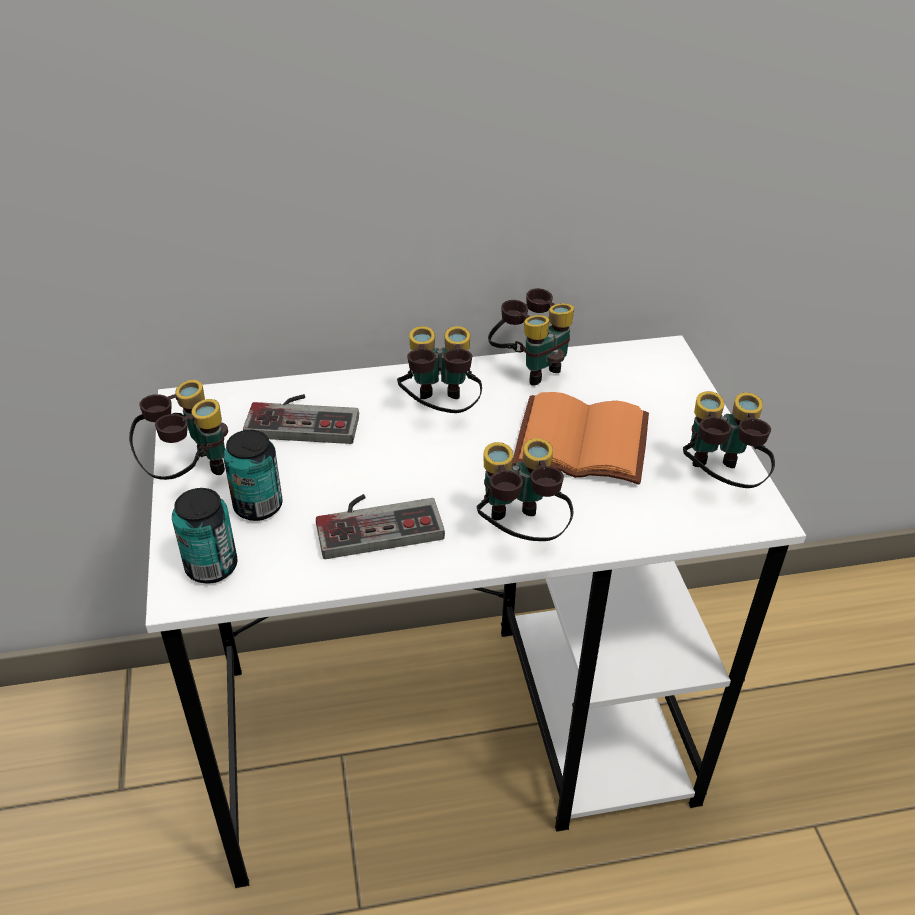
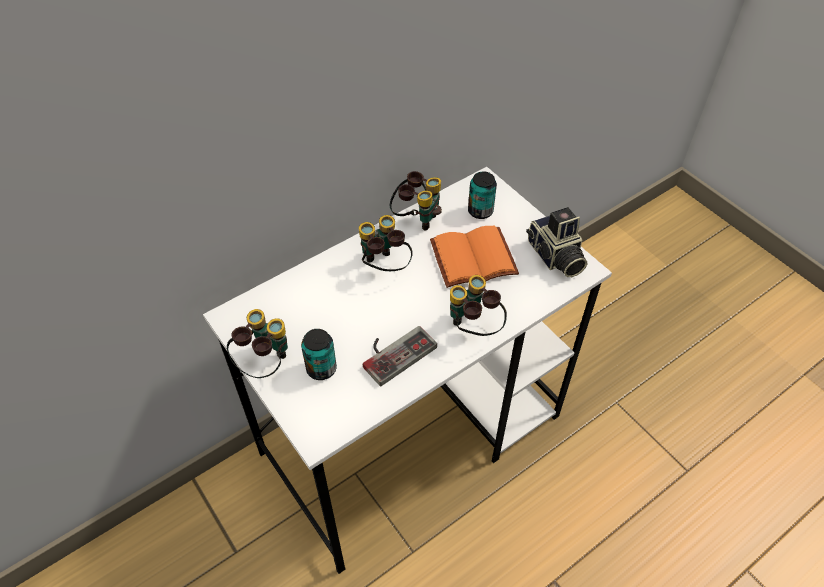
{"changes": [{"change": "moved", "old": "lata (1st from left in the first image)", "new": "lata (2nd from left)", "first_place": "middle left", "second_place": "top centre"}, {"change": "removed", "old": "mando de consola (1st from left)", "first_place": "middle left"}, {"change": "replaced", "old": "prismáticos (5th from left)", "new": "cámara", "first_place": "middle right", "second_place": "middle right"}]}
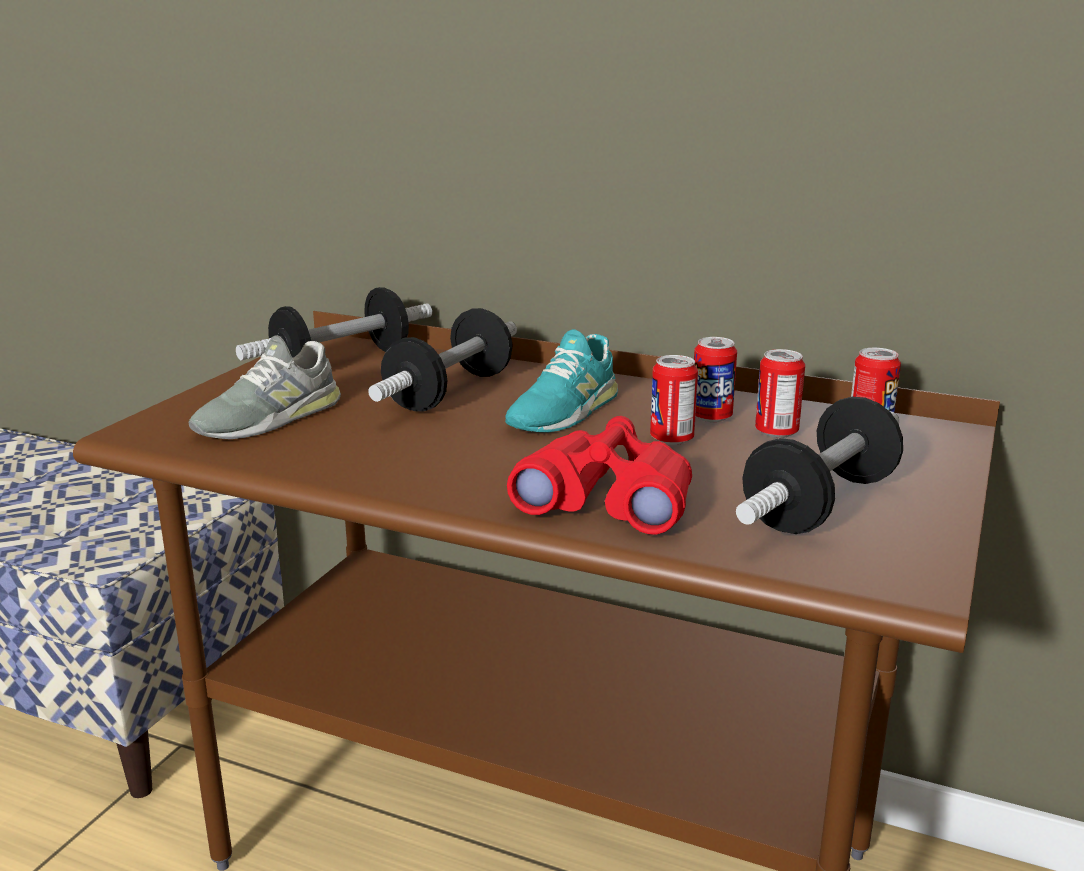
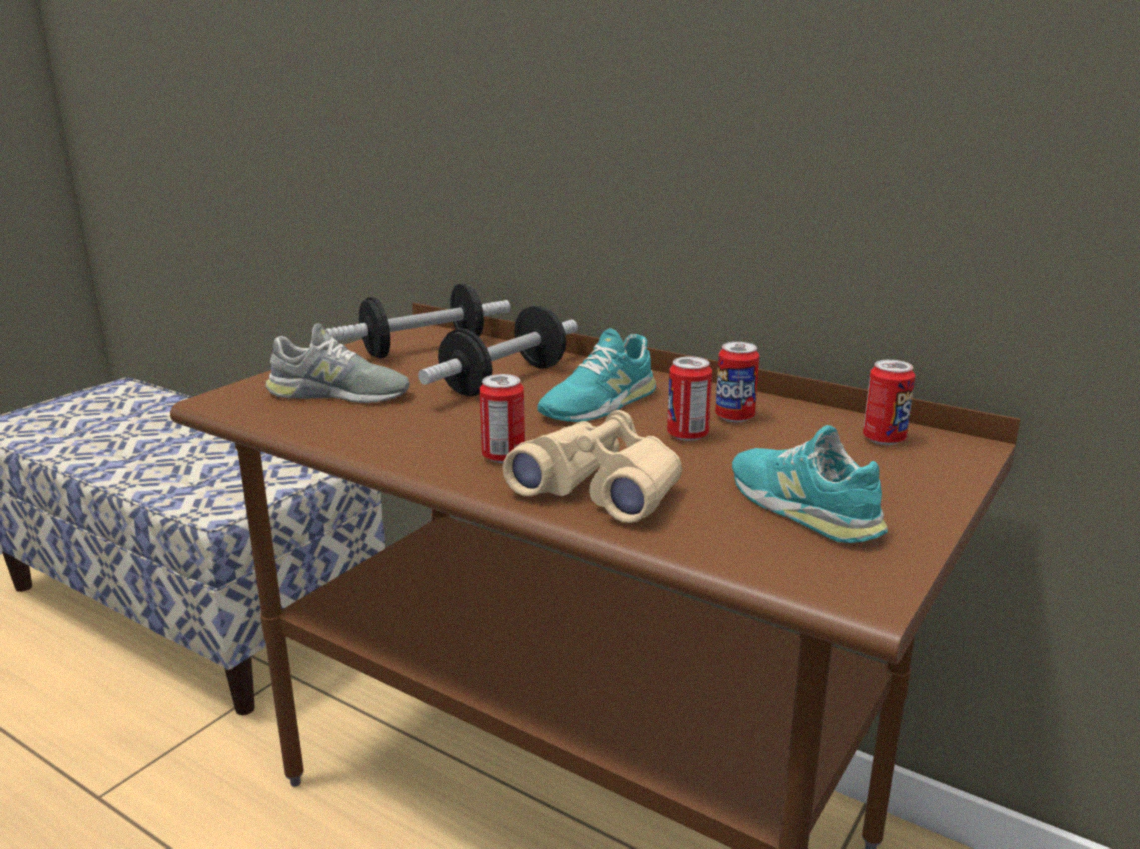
{"changes": [{"change": "turned", "old": "zapato/gris", "first_place": "middle left", "second_place": "middle left", "degrees": -135}, {"change": "recoloured", "old": "prismáticos/rojo", "new": "prismáticos/beis", "first_place": "centre", "second_place": "centre"}, {"change": "replaced", "old": "mancuerna (3rd from left)", "new": "zapato/turquesa (2nd from left)", "first_place": "middle right", "second_place": "middle right"}, {"change": "moved", "old": "lata (3rd from left in the first image)", "new": "lata (1st from left)", "first_place": "middle right", "second_place": "centre"}]}
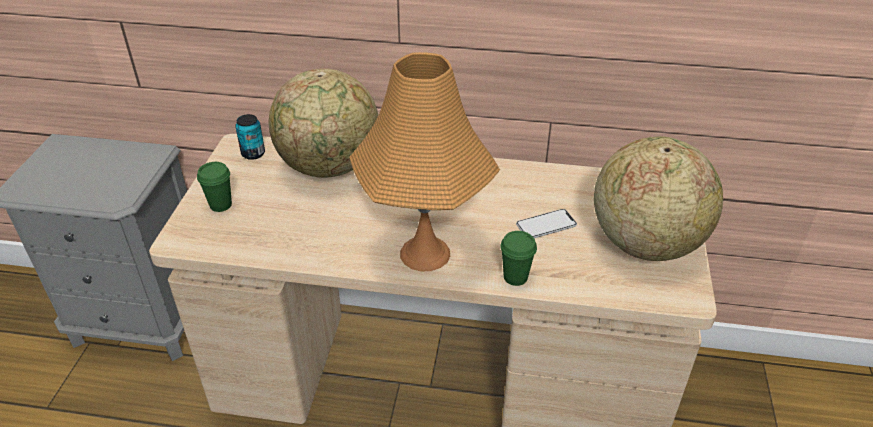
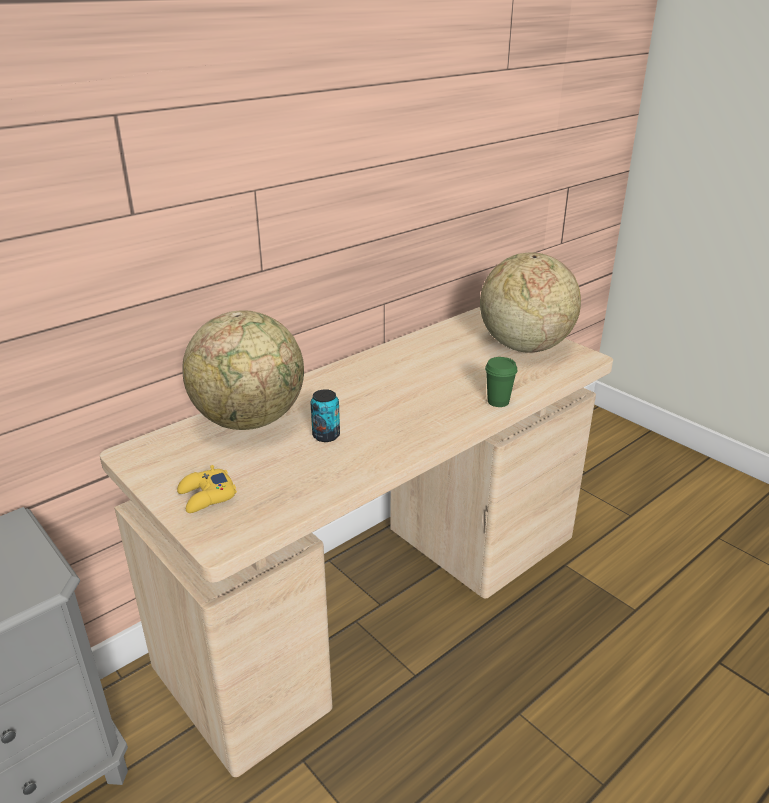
{"changes": [{"change": "replaced", "old": "taza/verde (1st from left)", "new": "mando de consola/amarillo", "first_place": "middle left", "second_place": "middle left"}, {"change": "moved", "old": "lata", "first_place": "top left", "second_place": "centre"}, {"change": "removed", "old": "lámpara de mesa/naranja", "first_place": "centre"}, {"change": "removed", "old": "móvil", "first_place": "centre"}]}
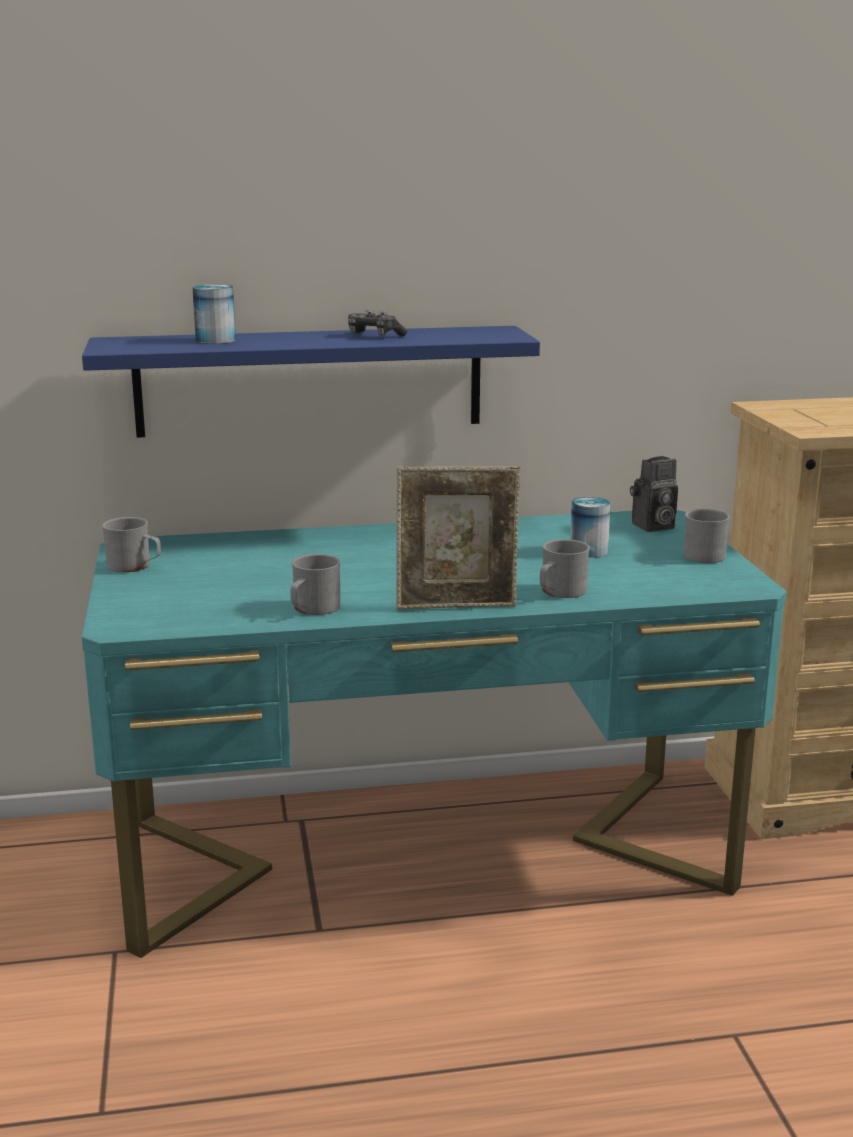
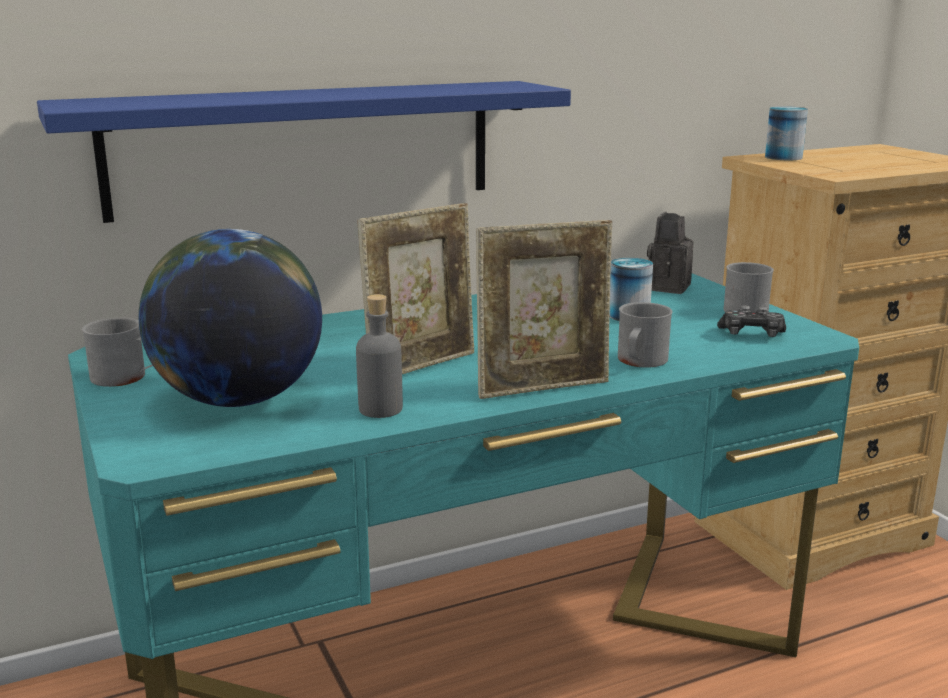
{"changes": [{"change": "moved", "old": "lata (1st from left in the first image)", "new": "lata (2nd from left)", "first_place": "top left", "second_place": "top right"}, {"change": "replaced", "old": "taza grande/gris (2nd from left)", "new": "botella/gris", "first_place": "centre", "second_place": "centre"}, {"change": "moved", "old": "mando de consola", "first_place": "top centre", "second_place": "middle right"}, {"change": "turned", "old": "cámara", "first_place": "middle right", "second_place": "middle right", "degrees": 150}, {"change": "added", "new": "globo terráqueo", "second_place": "middle left"}, {"change": "added", "new": "portarretratos (1st from left)", "second_place": "centre"}]}
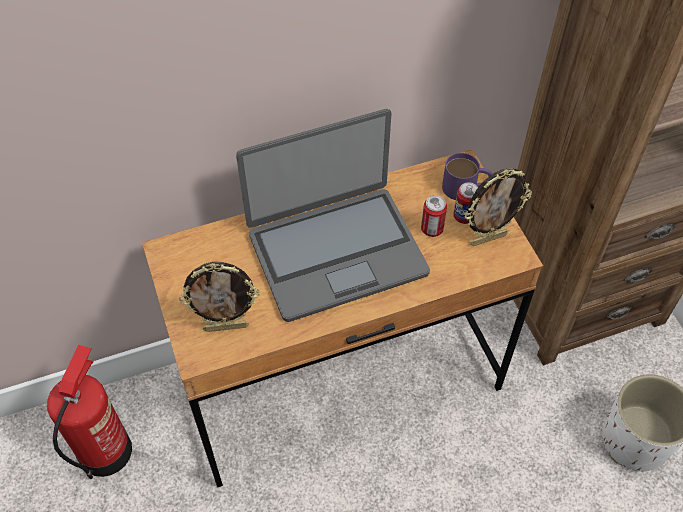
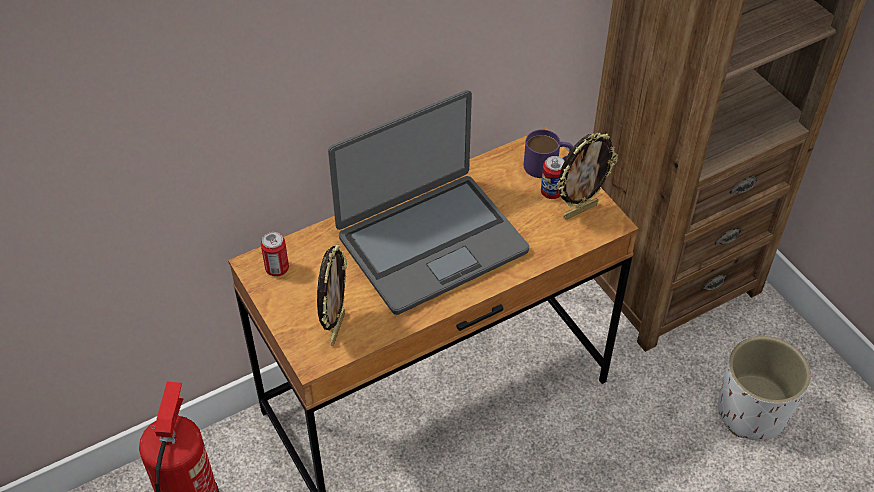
{"changes": [{"change": "turned", "old": "portarretratos (1st from left)", "first_place": "middle left", "second_place": "centre", "degrees": -60}, {"change": "moved", "old": "lata (1st from left)", "first_place": "centre", "second_place": "middle left"}]}
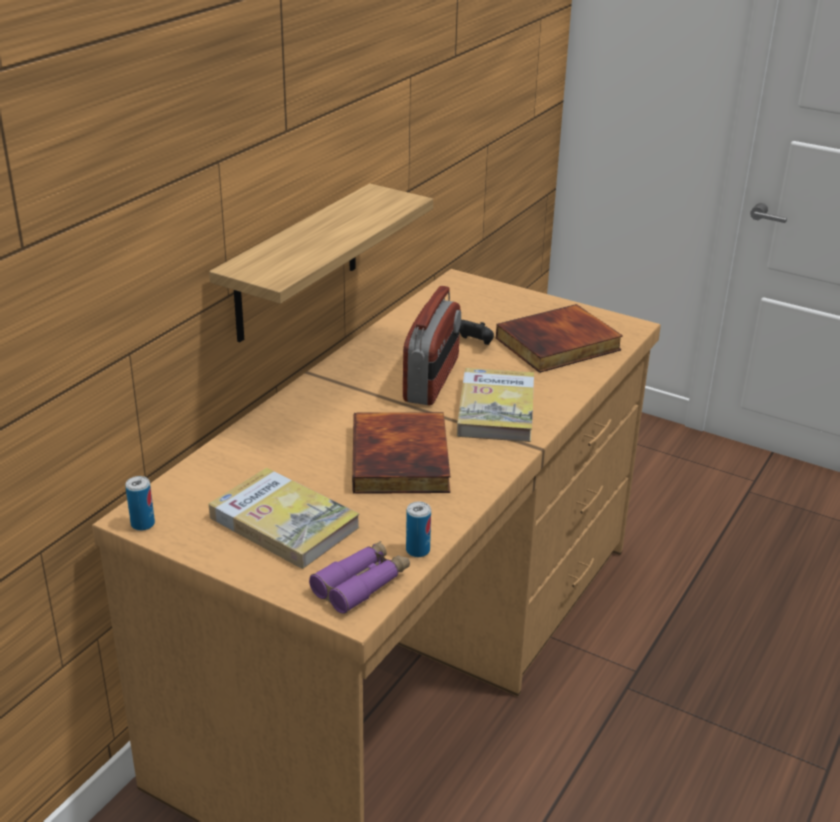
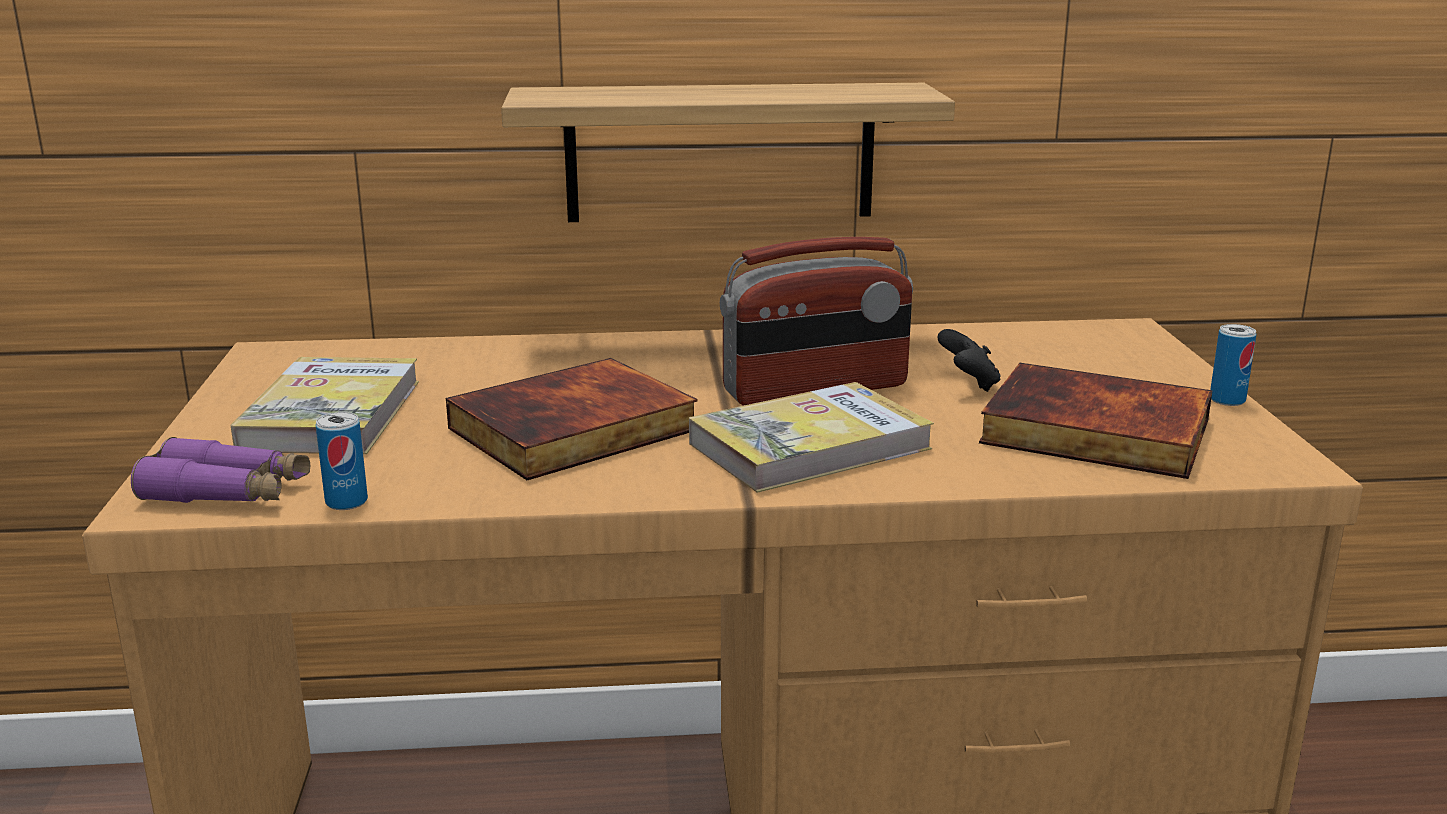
{"changes": [{"change": "moved", "old": "lata (1st from left in the first image)", "new": "lata (2nd from left)", "first_place": "middle left", "second_place": "middle right"}]}
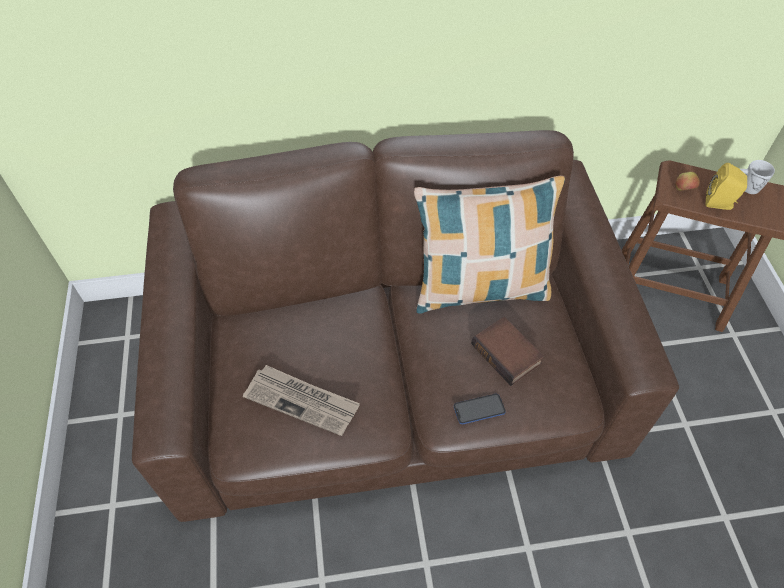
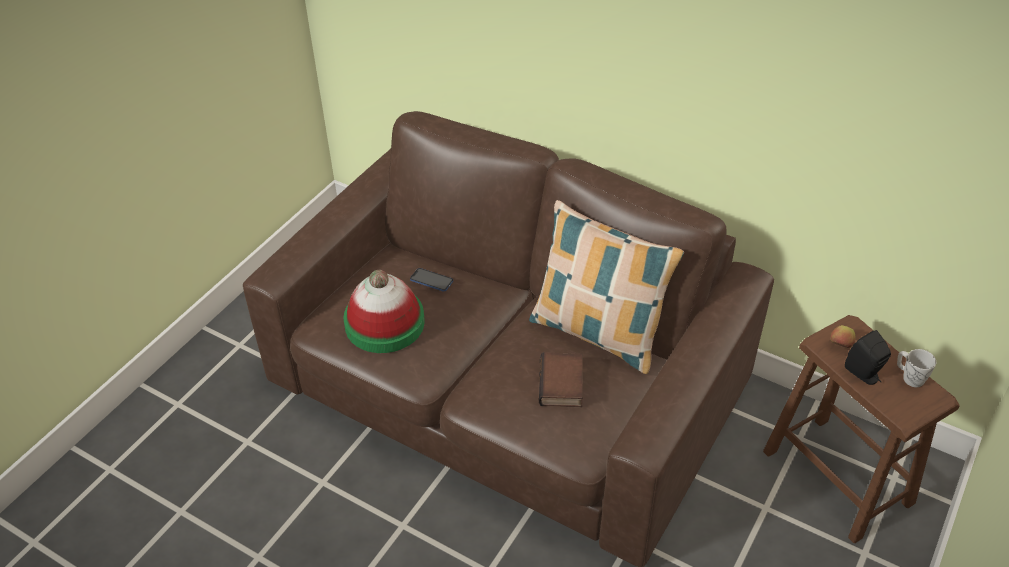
{"changes": [{"change": "replaced", "old": "periódico", "new": "sombrero", "first_place": "bottom centre", "second_place": "centre"}, {"change": "moved", "old": "móvil", "first_place": "bottom centre", "second_place": "centre"}, {"change": "recoloured", "old": "altavoz/amarillo", "new": "altavoz/negro", "first_place": "top right", "second_place": "middle right"}]}
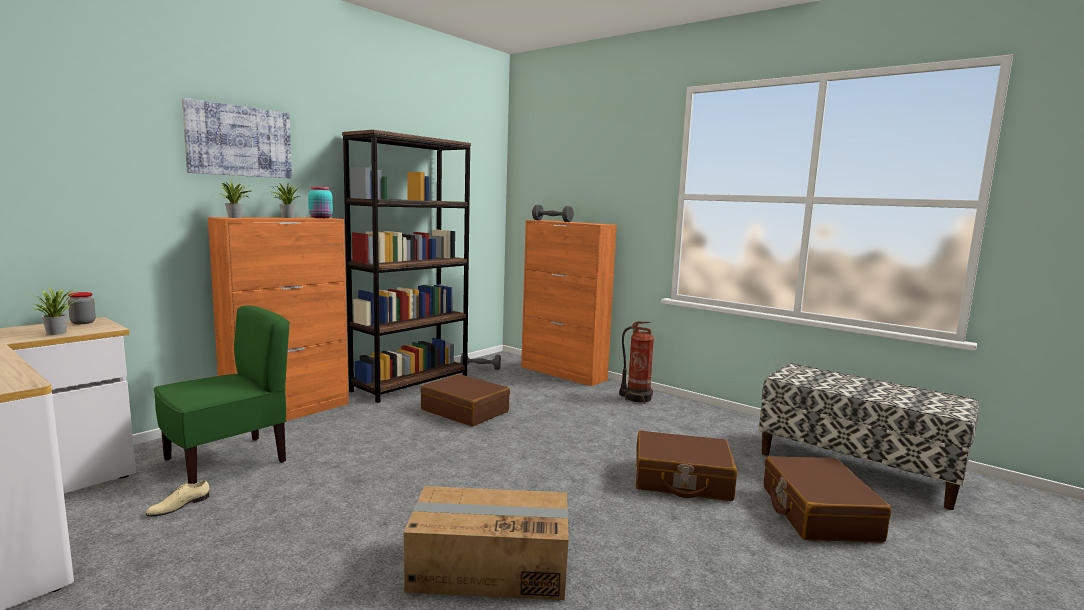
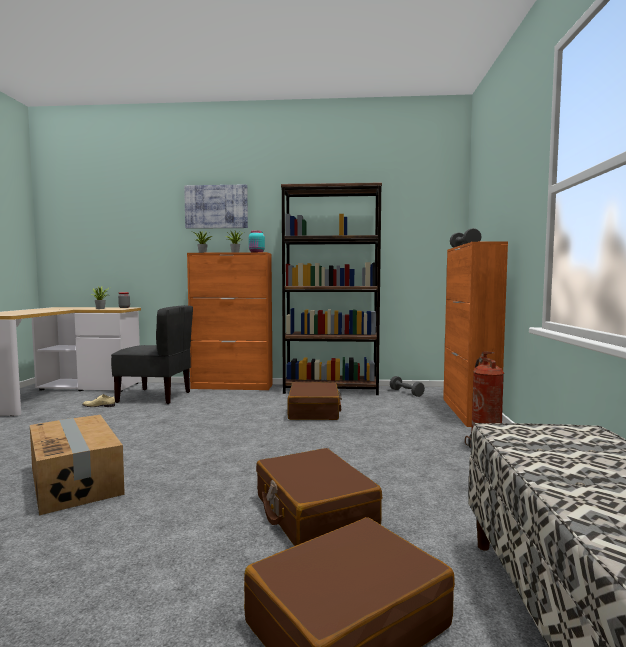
{"changes": [{"change": "recoloured", "old": "silla/verde", "new": "silla/gris", "first_place": "middle left", "second_place": "middle left"}]}
